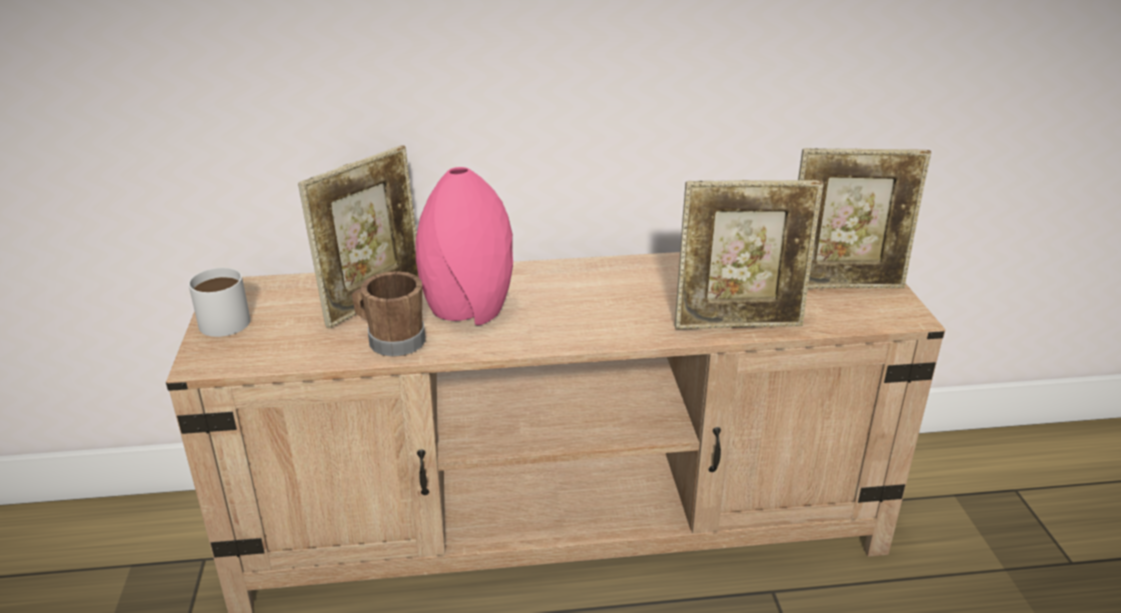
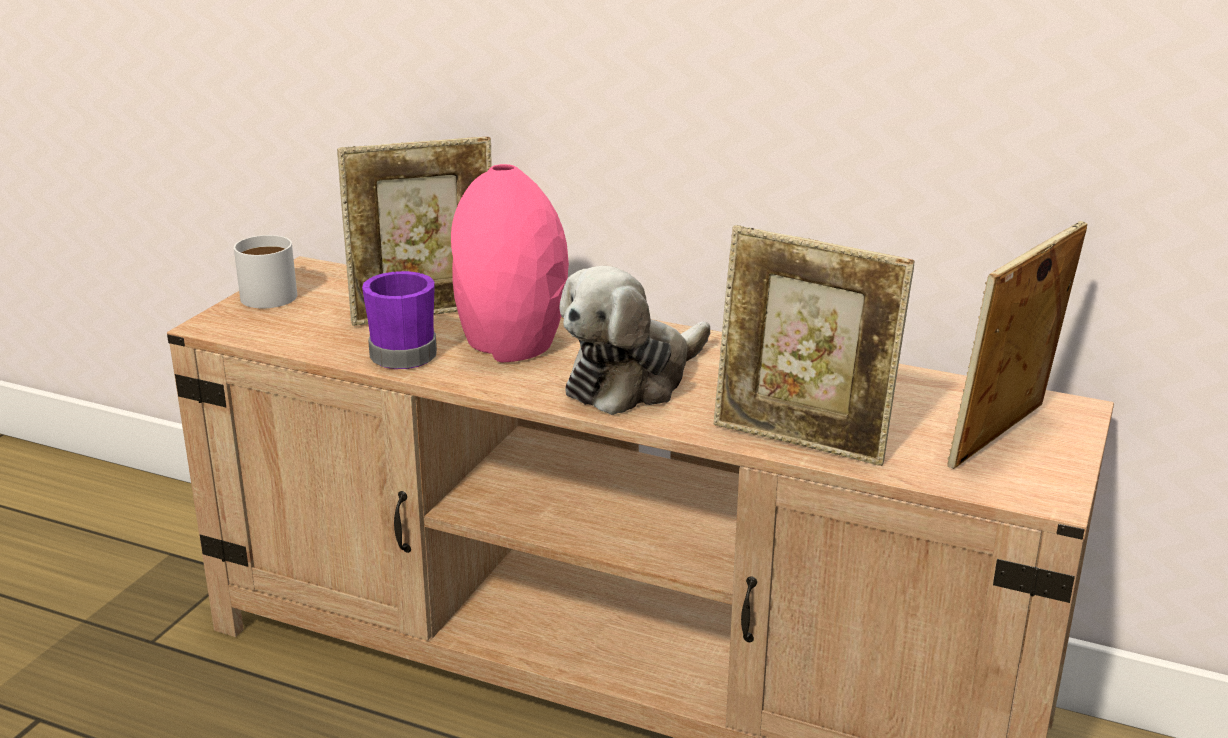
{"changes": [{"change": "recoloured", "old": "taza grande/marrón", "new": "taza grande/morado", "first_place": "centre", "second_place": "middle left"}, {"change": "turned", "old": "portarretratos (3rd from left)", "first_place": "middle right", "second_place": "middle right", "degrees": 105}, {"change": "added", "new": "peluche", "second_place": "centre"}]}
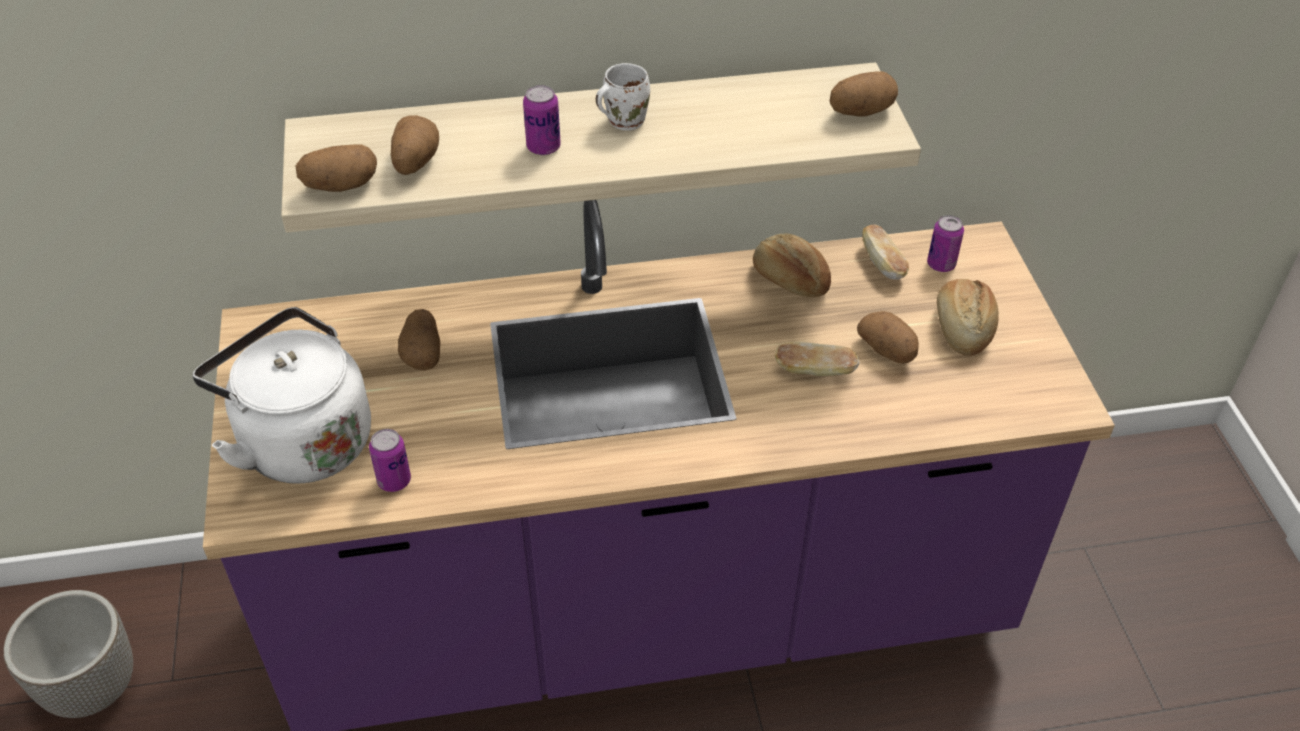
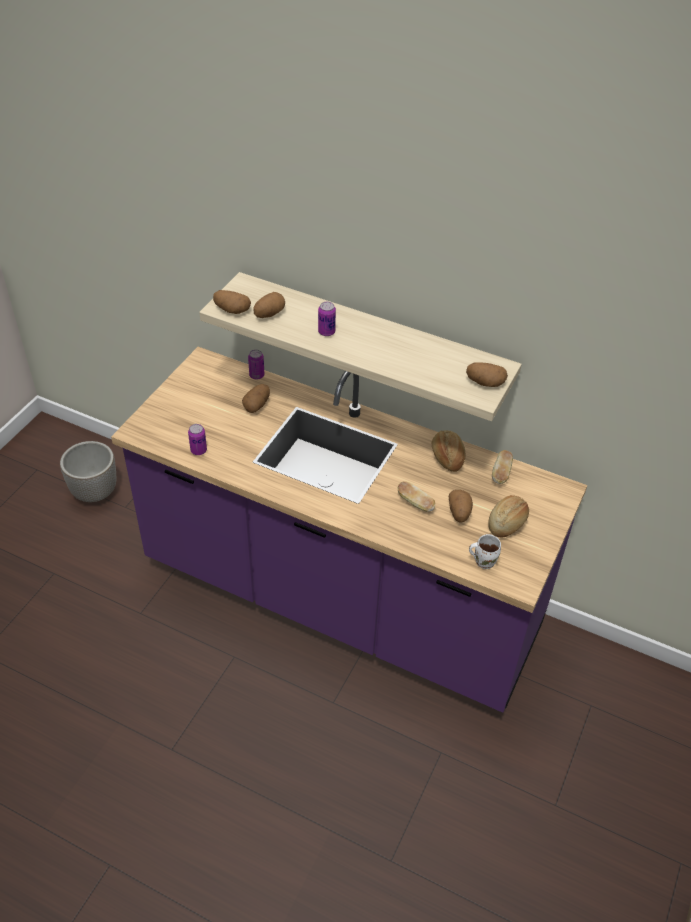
{"changes": [{"change": "removed", "old": "hervidor/blanco", "first_place": "middle left"}, {"change": "moved", "old": "taza grande/blanco", "first_place": "top centre", "second_place": "middle right"}, {"change": "moved", "old": "lata (3rd from left in the first image)", "new": "lata (2nd from left)", "first_place": "top right", "second_place": "centre"}]}
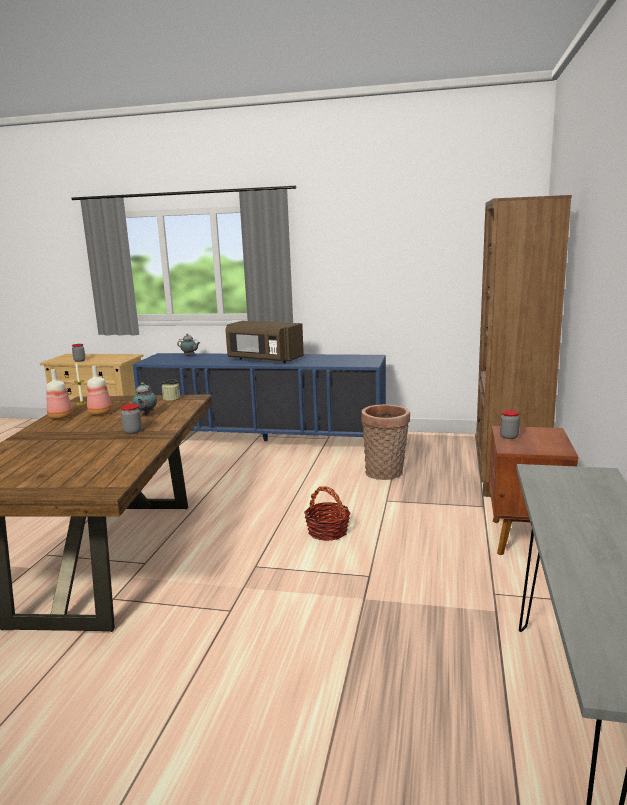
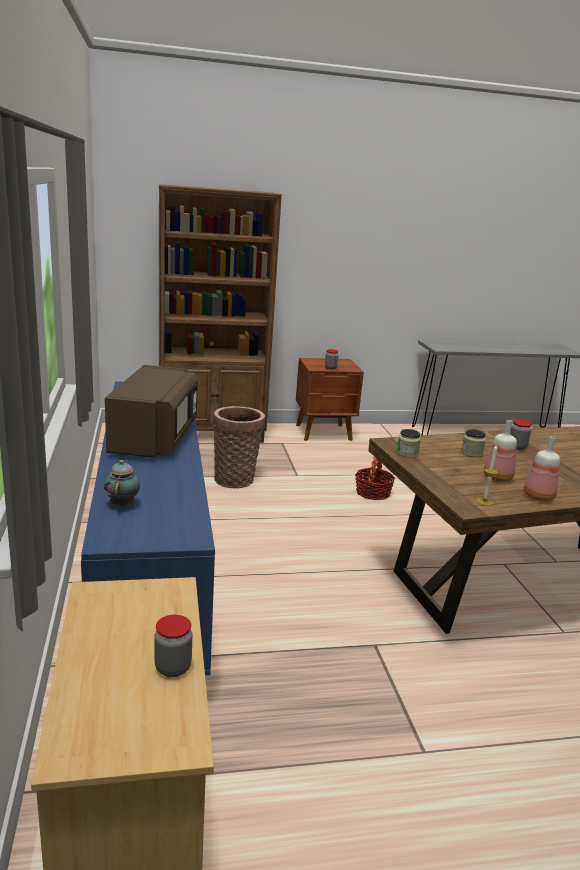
{"changes": [{"change": "replaced", "old": "tetera (1st from left)", "new": "tarro (4th from left)", "first_place": "middle left", "second_place": "middle right"}]}
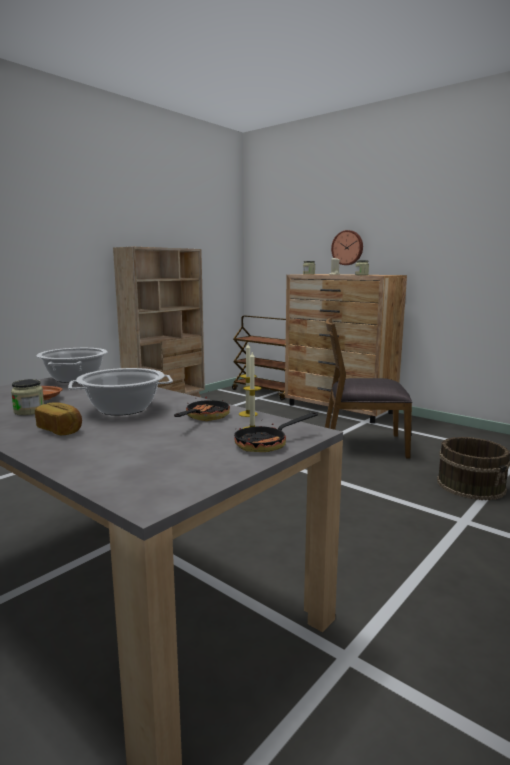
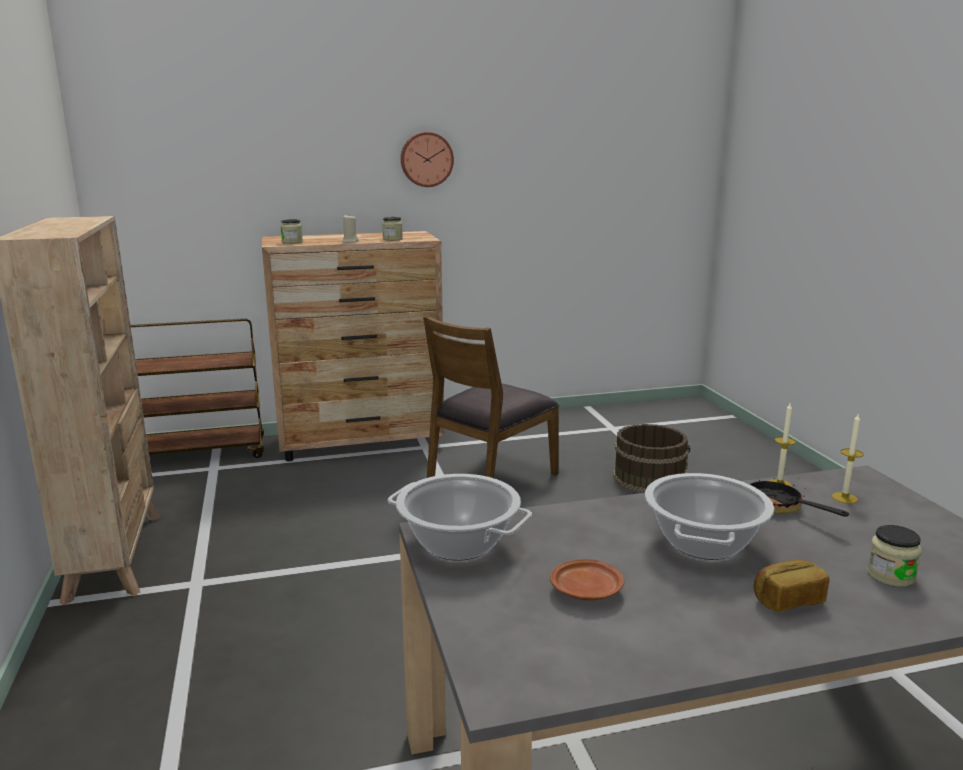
{"changes": [{"change": "moved", "old": "tarro (1st from left in the first image)", "new": "tarro (3rd from left)", "first_place": "middle left", "second_place": "bottom right"}, {"change": "removed", "old": "sartén (2nd from left)", "first_place": "centre"}, {"change": "moved", "old": "reloj de pared", "first_place": "top right", "second_place": "top centre"}]}
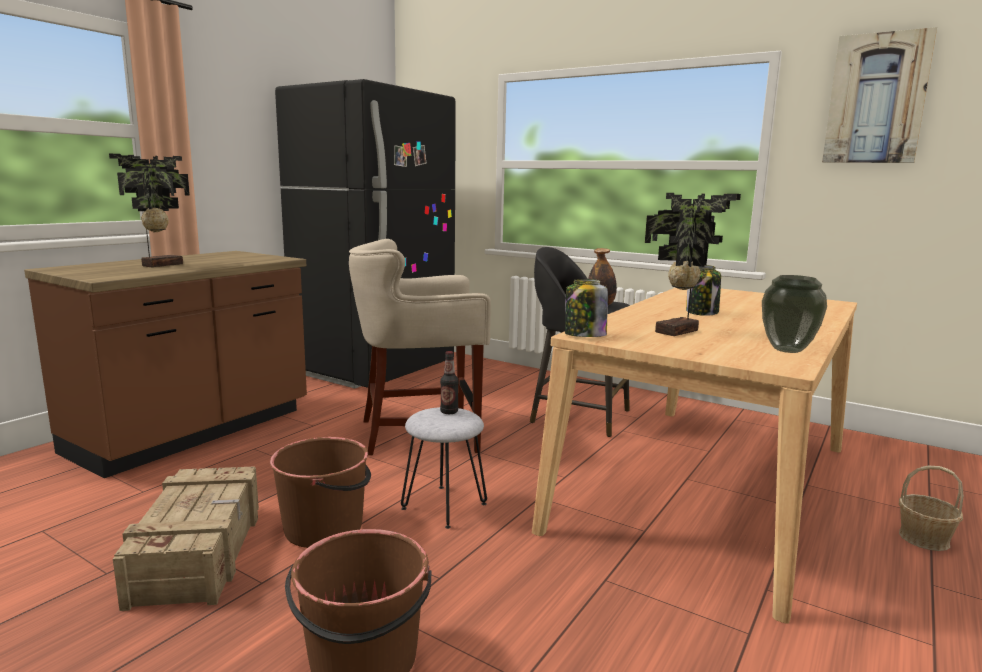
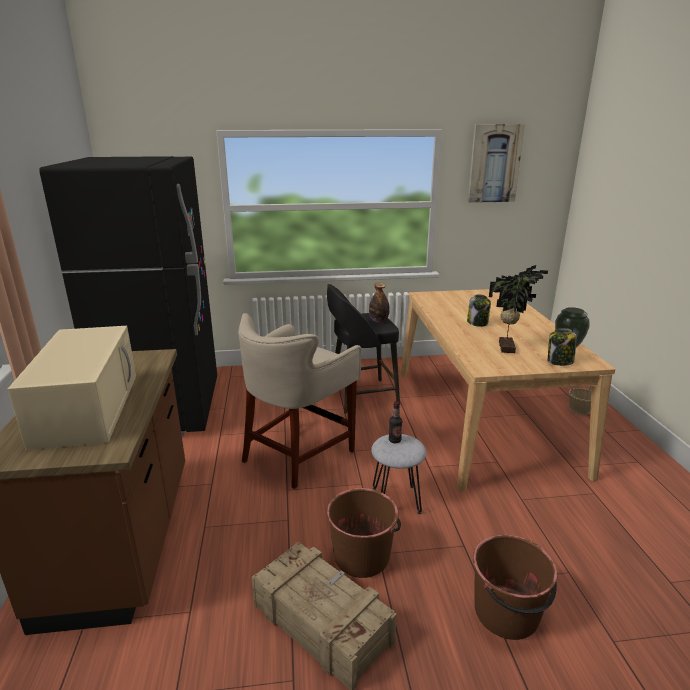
{"changes": [{"change": "replaced", "old": "planta en maceta (1st from left)", "new": "microondas/beis", "first_place": "top left", "second_place": "middle left"}, {"change": "moved", "old": "tarro (1st from left in the first image)", "new": "tarro (2nd from left)", "first_place": "centre", "second_place": "middle right"}]}
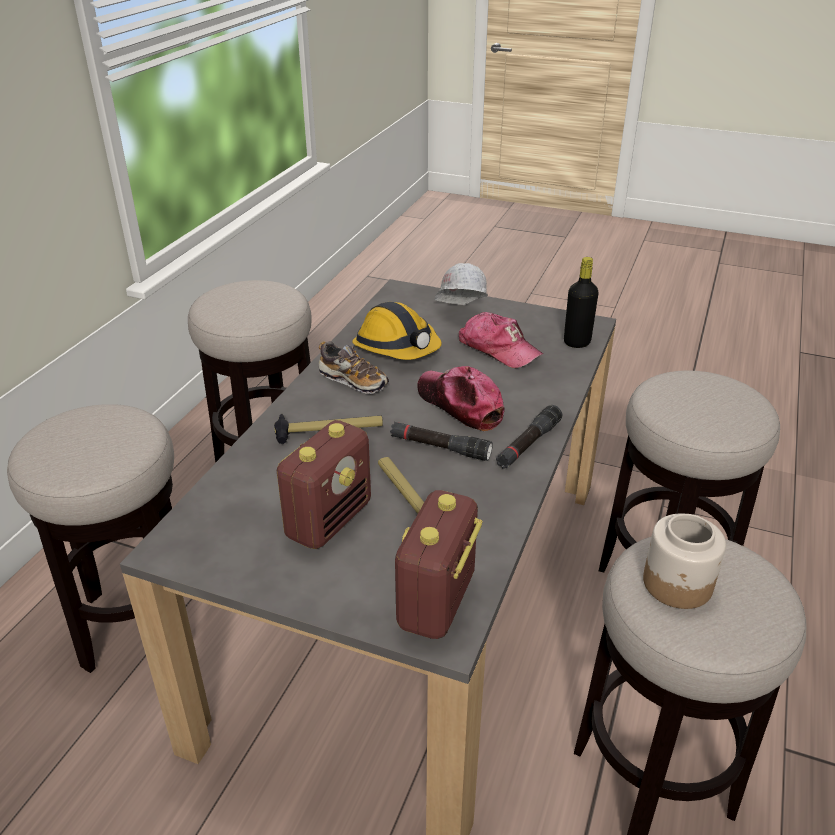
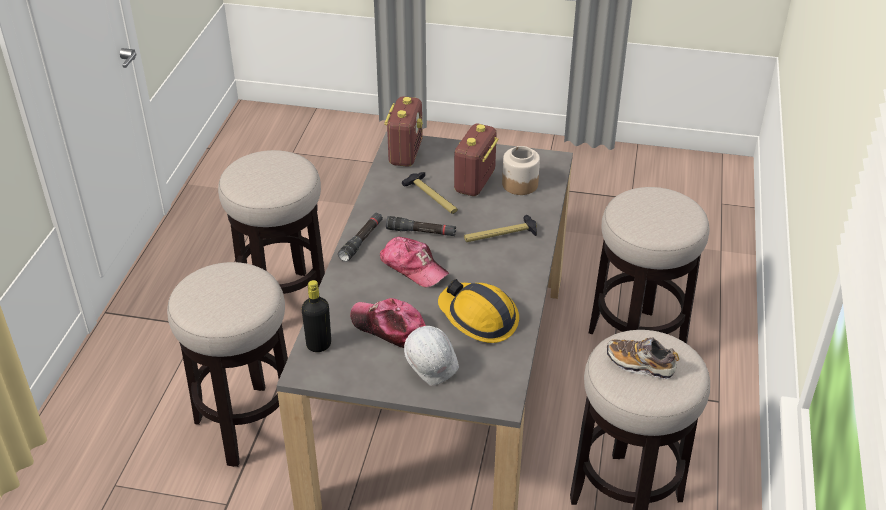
{"changes": [{"change": "moved", "old": "zapato", "first_place": "centre", "second_place": "bottom right"}, {"change": "moved", "old": "tarro", "first_place": "bottom right", "second_place": "centre"}]}
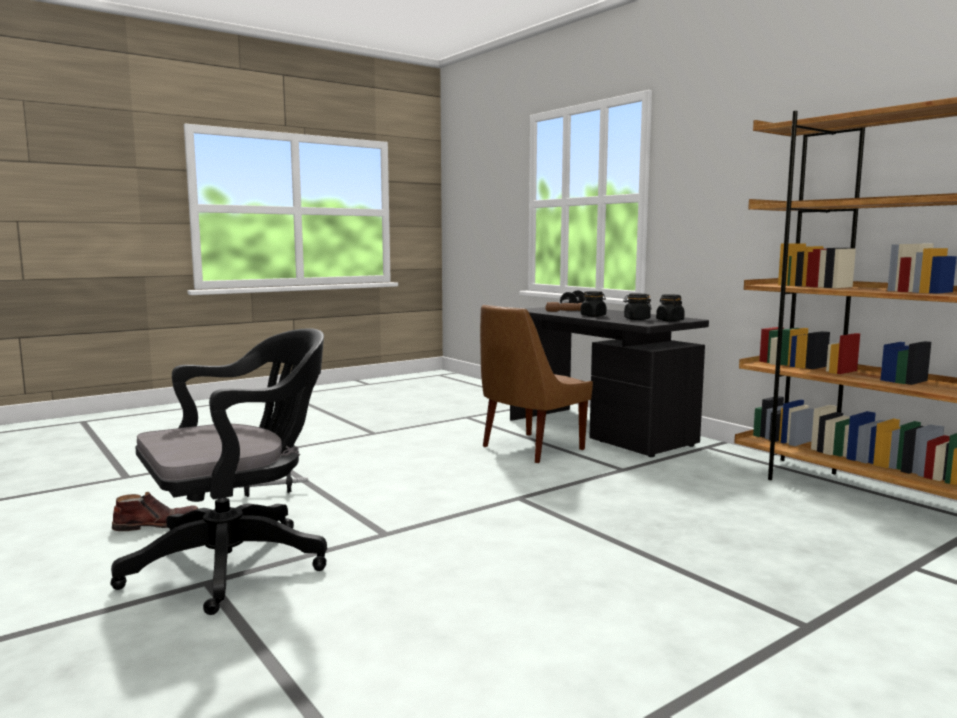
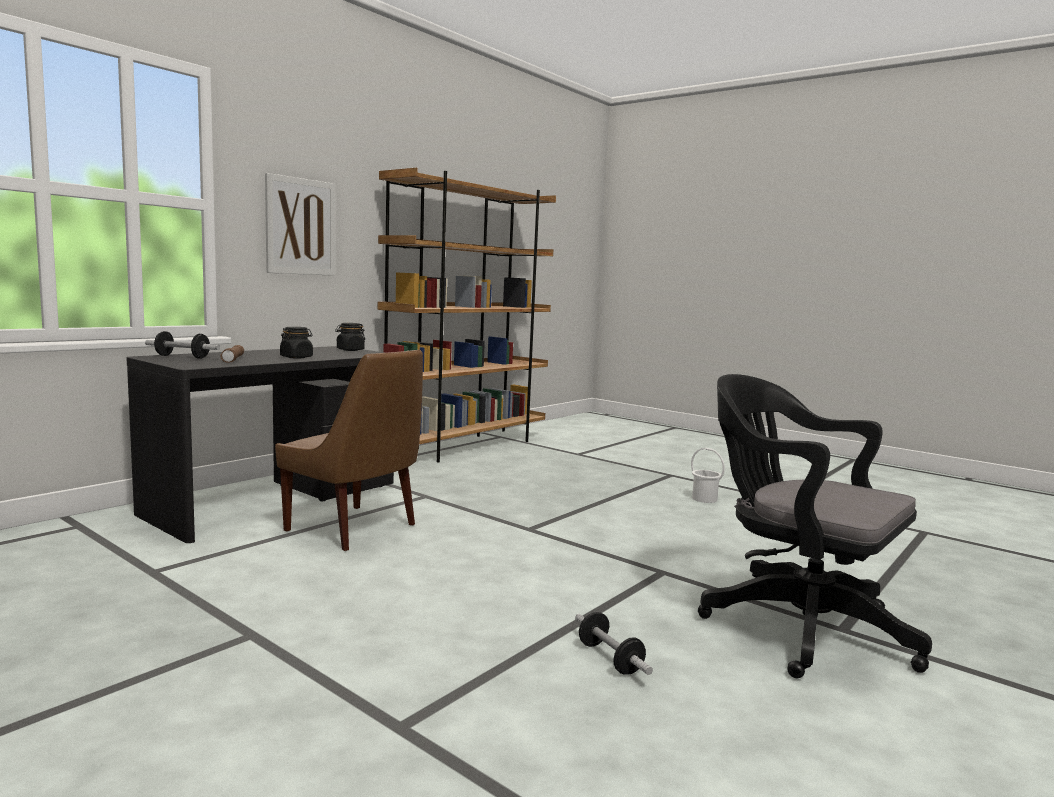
{"changes": [{"change": "removed", "old": "bota/marrón", "first_place": "bottom left"}, {"change": "removed", "old": "tarro/negro (2nd from left)", "first_place": "centre"}, {"change": "added", "new": "cuadro", "second_place": "top left"}, {"change": "added", "new": "cubo/blanco", "second_place": "middle right"}]}
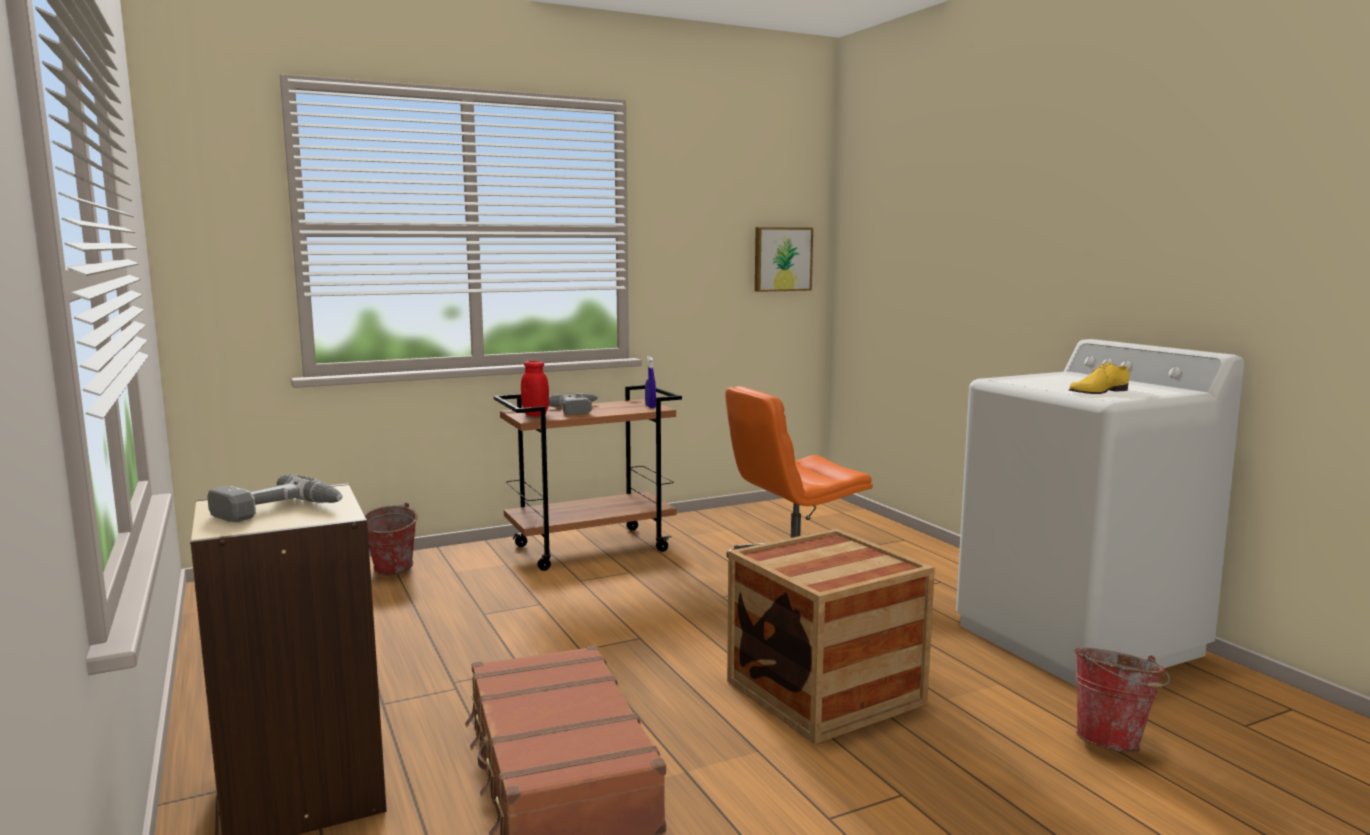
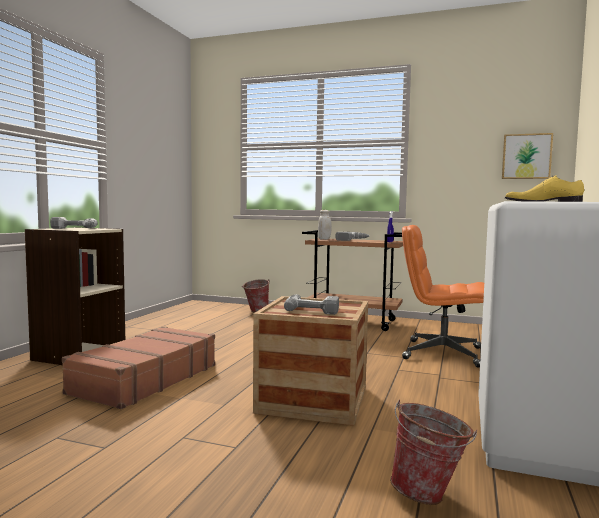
{"changes": [{"change": "recoloured", "old": "tarro/rojo", "new": "tarro/blanco", "first_place": "centre", "second_place": "centre"}, {"change": "added", "new": "taladro (2nd from left)", "second_place": "centre"}]}
